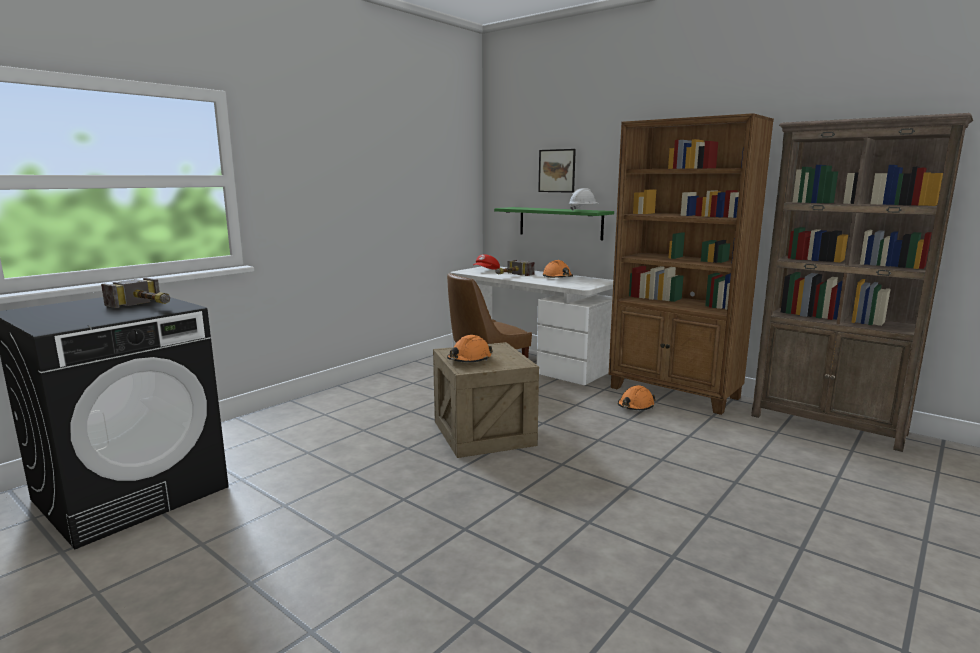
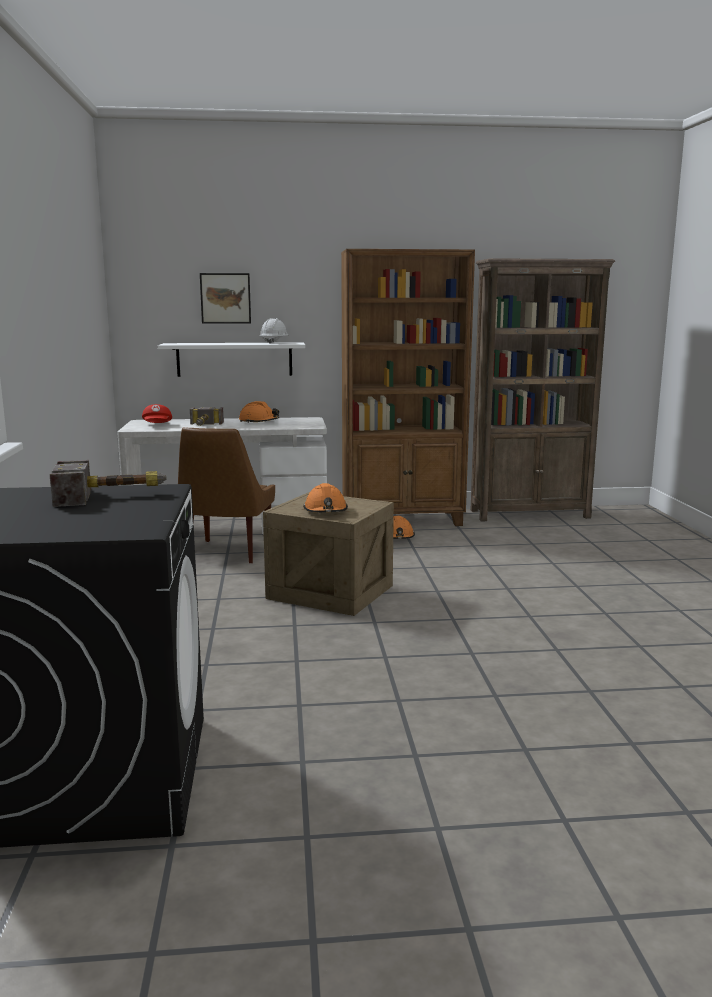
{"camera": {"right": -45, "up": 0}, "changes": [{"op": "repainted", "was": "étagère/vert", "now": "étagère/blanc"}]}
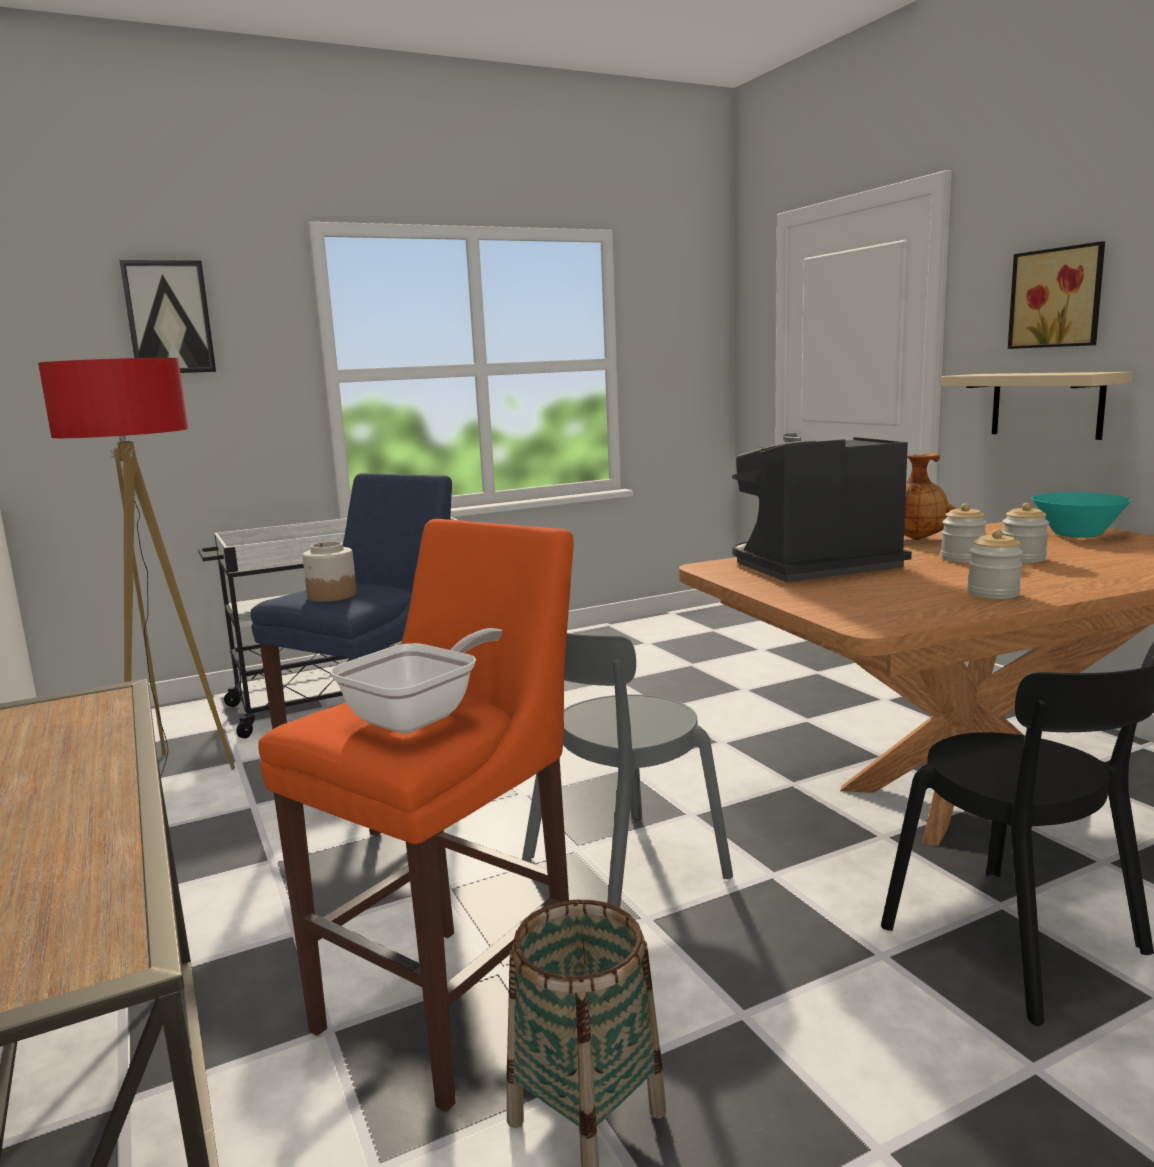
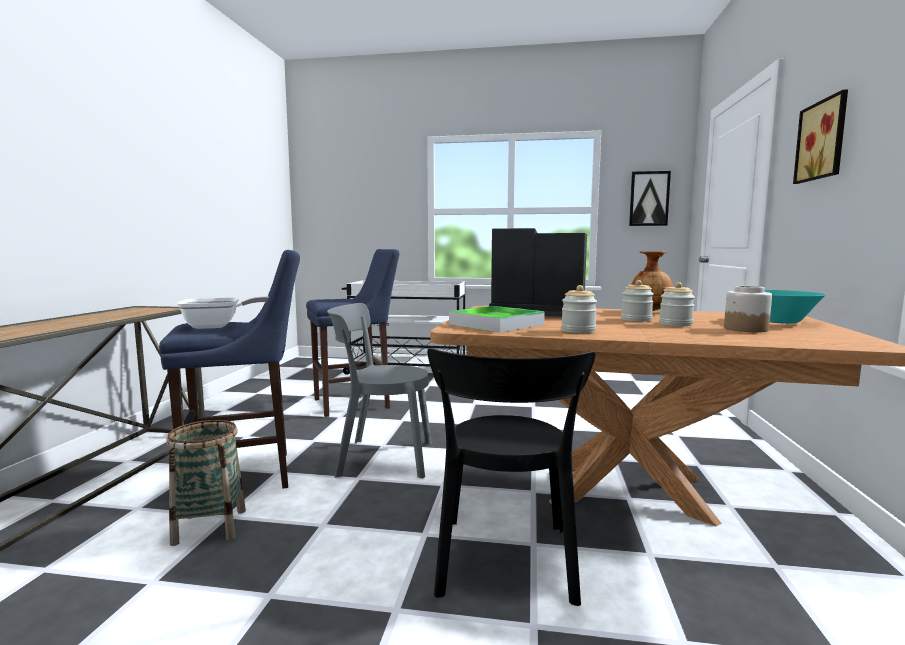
{"camera": {"right": 35, "up": -5}, "changes": [{"op": "gone", "was": "lampadaire"}, {"op": "gone", "was": "étagère/beige"}, {"op": "new", "now": "plateau"}, {"op": "shifted", "was": "tableau (no. 1 from left)"}, {"op": "shifted", "was": "bocal (no. 1 from left in the first image)", "now": "bocal (no. 4 from left)"}, {"op": "repainted", "was": "tabouret/orange", "now": "tabouret/bleu (no. 1 from left)"}]}
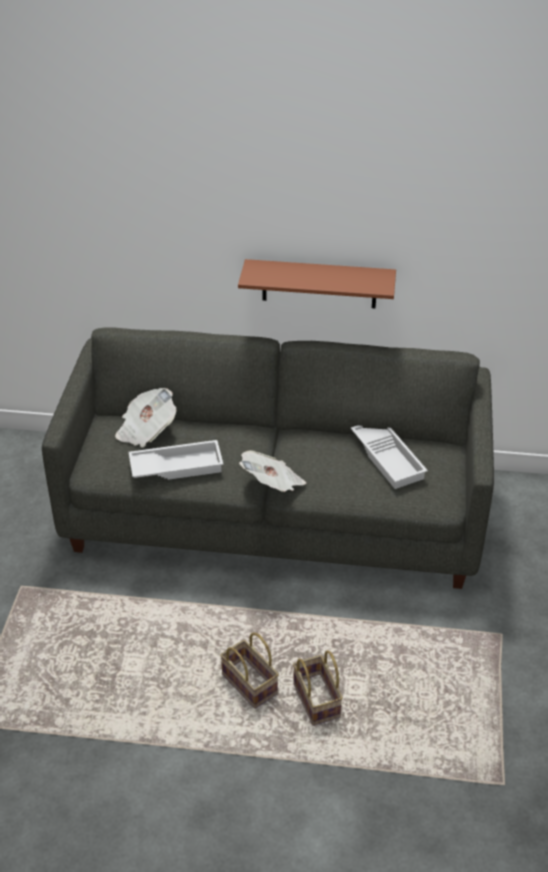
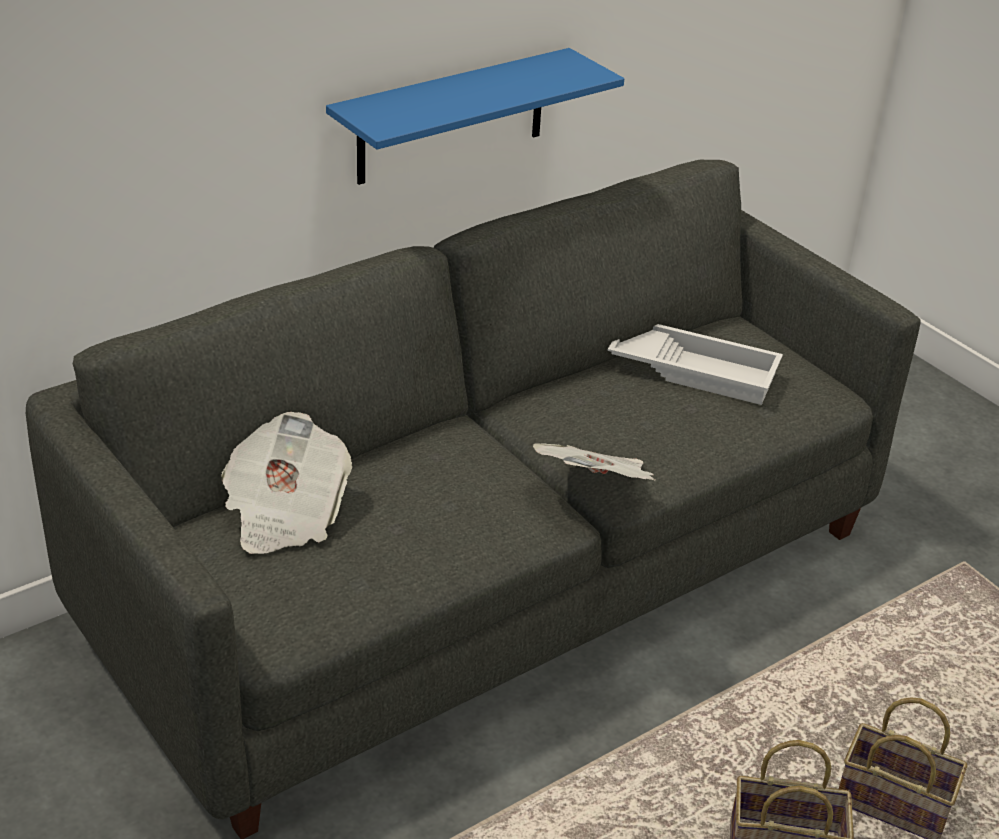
{"camera": {"right": -45, "up": -5}, "changes": [{"op": "gone", "was": "plateau/blanc (no. 1 from left)"}, {"op": "repainted", "was": "étagère/marron", "now": "étagère/bleu"}]}
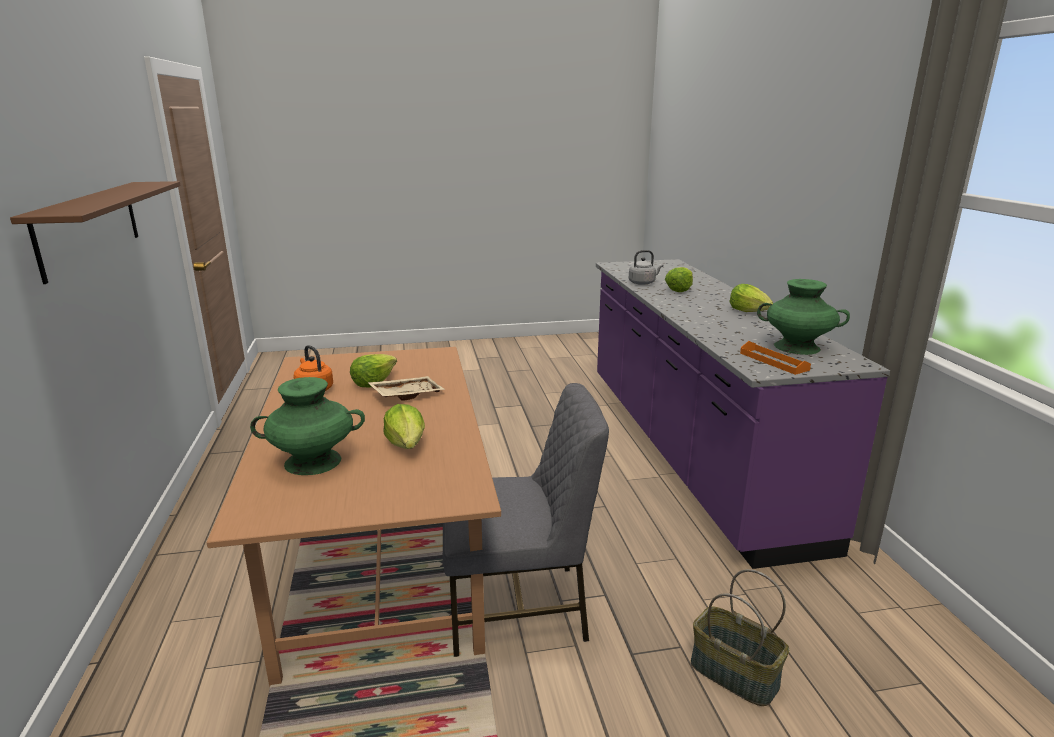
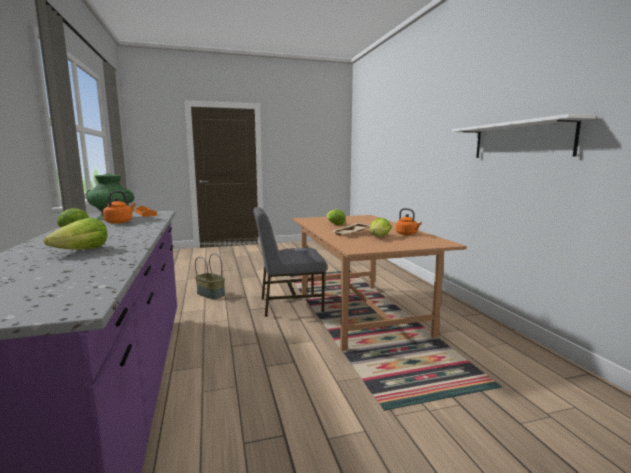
{"camera": {"right": 175, "up": -10}, "changes": [{"op": "gone", "was": "vase/vert (no. 1 from left)"}, {"op": "gone", "was": "bouilloire/gris"}, {"op": "new", "now": "bouilloire/orange (no. 1 from left)"}, {"op": "repainted", "was": "étagère/marron", "now": "étagère/blanc"}]}
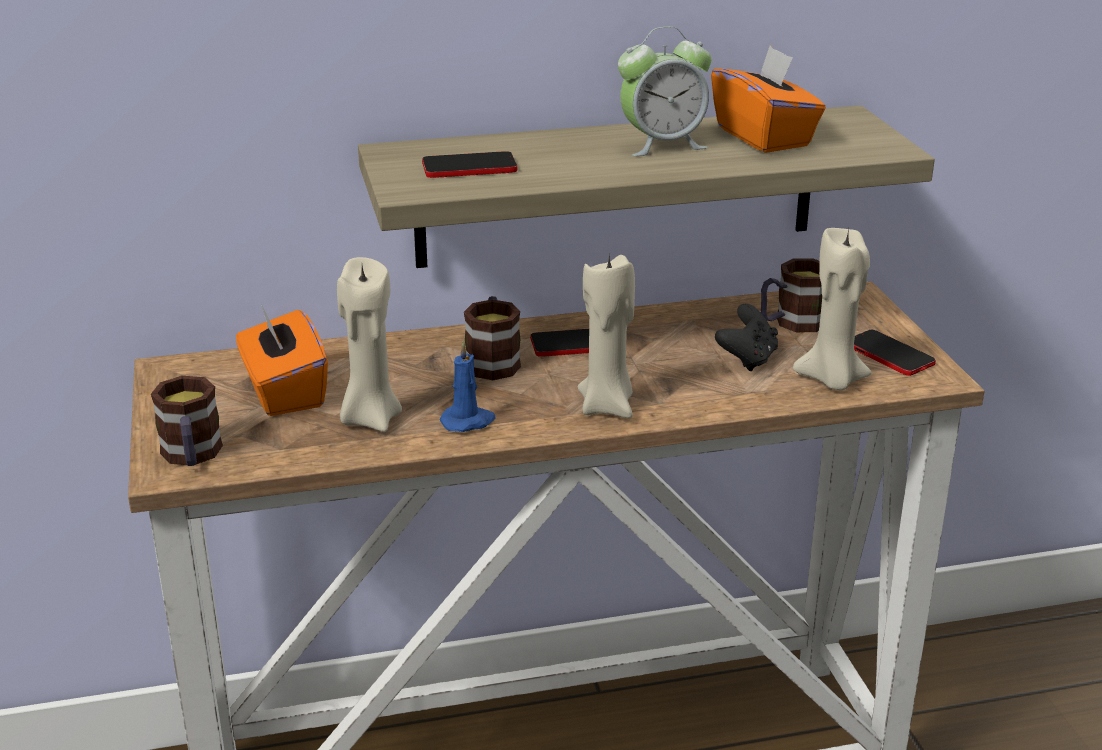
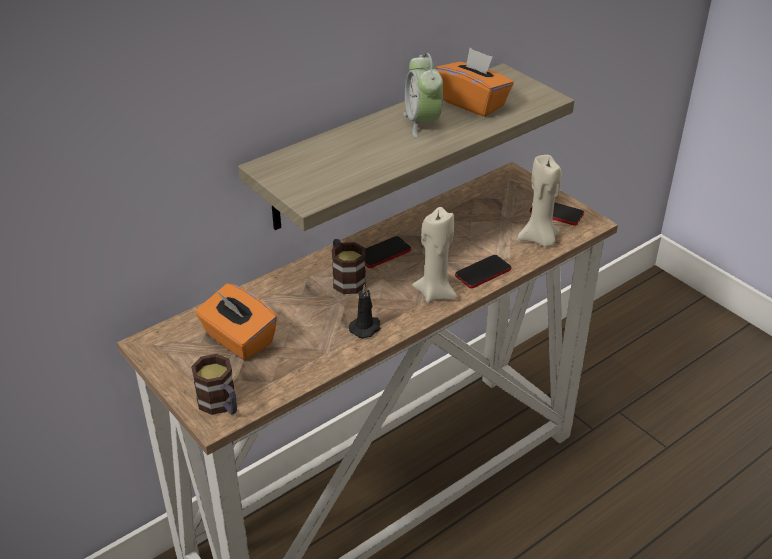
{"camera": {"right": -25, "up": 10}, "changes": [{"op": "gone", "was": "bougie/beige (no. 1 from left)"}, {"op": "gone", "was": "manette/noir"}, {"op": "gone", "was": "mug (no. 3 from left)"}, {"op": "shifted", "was": "téléphone (no. 1 from left in the first image)", "now": "téléphone (no. 2 from left)"}, {"op": "repainted", "was": "bougie/bleu", "now": "bougie/noir"}, {"op": "rotated", "was": "réveil", "clockwise": 120}]}
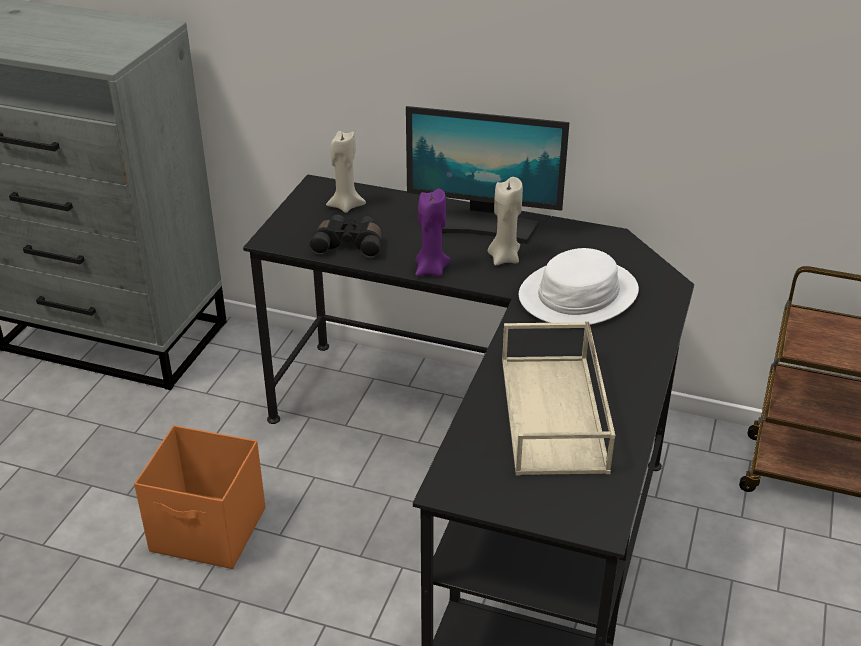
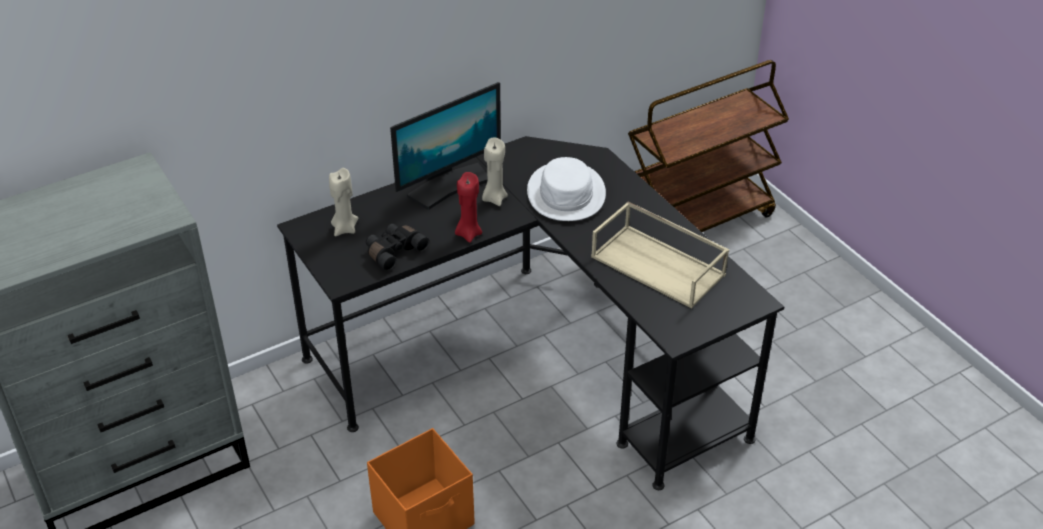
{"camera": {"right": -50, "up": 5}, "changes": [{"op": "repainted", "was": "bougie/violet", "now": "bougie/rouge"}]}
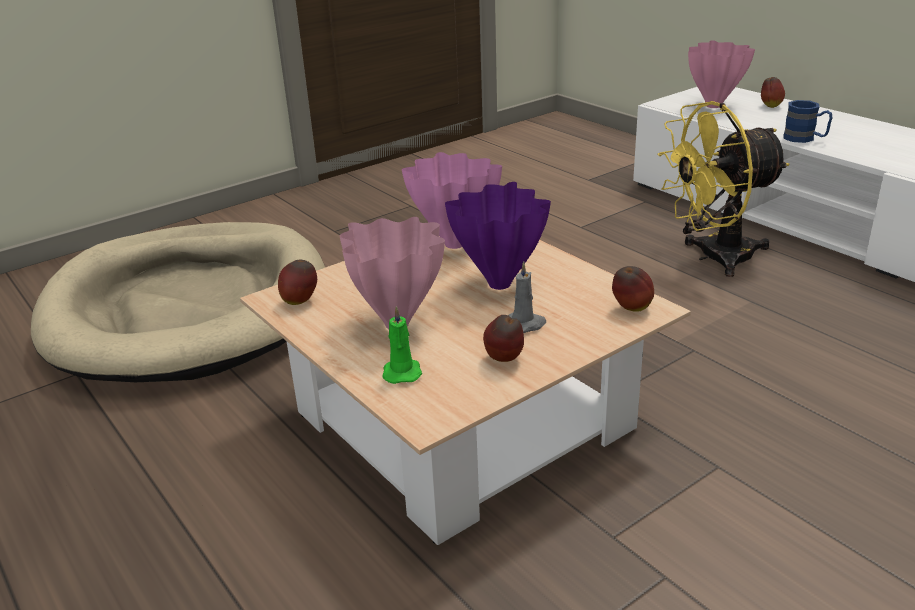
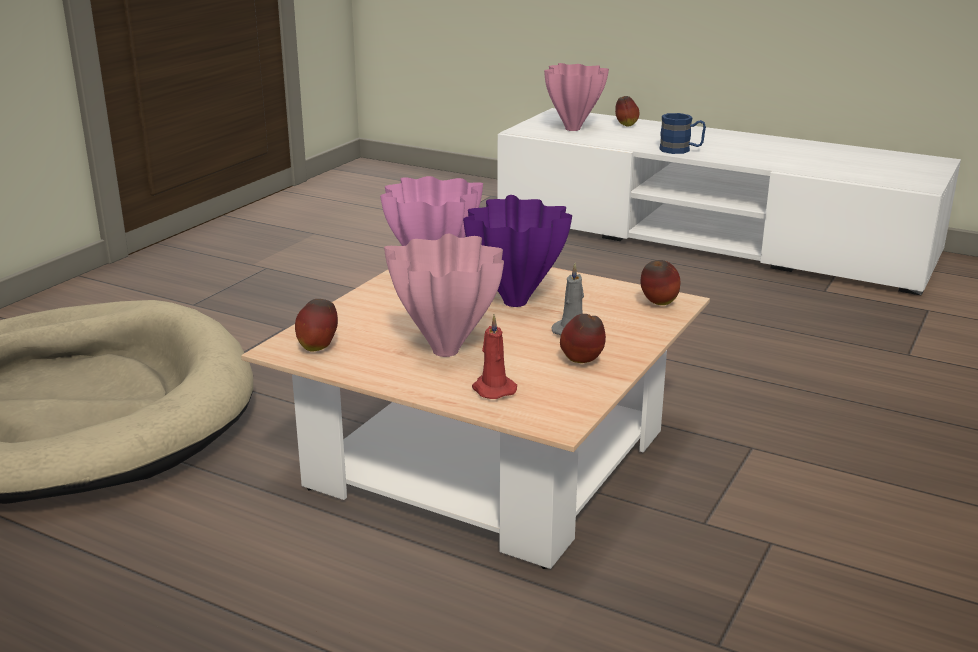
{"camera": {"right": -25, "up": -5}, "changes": [{"op": "gone", "was": "ventilateur/jaune"}, {"op": "repainted", "was": "bougie/vert", "now": "bougie/rouge"}]}
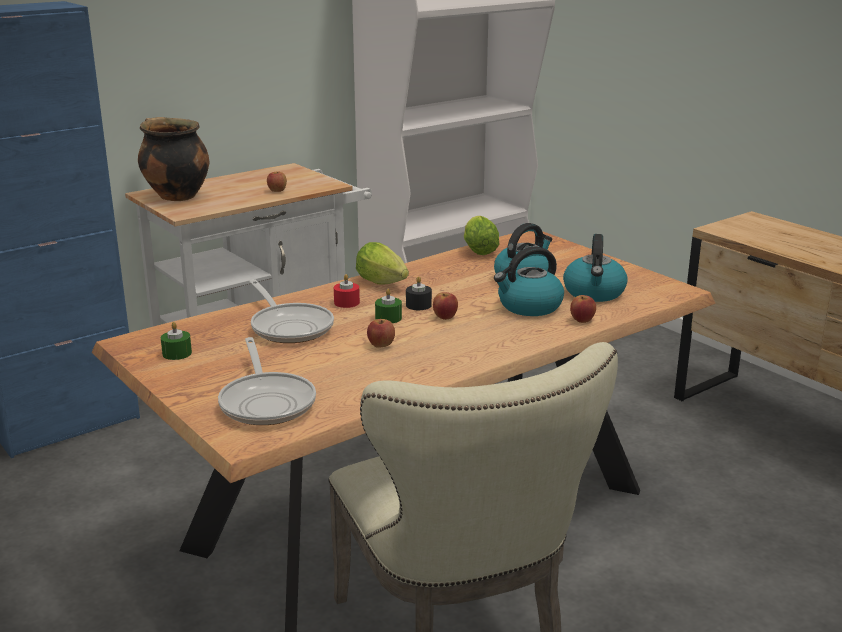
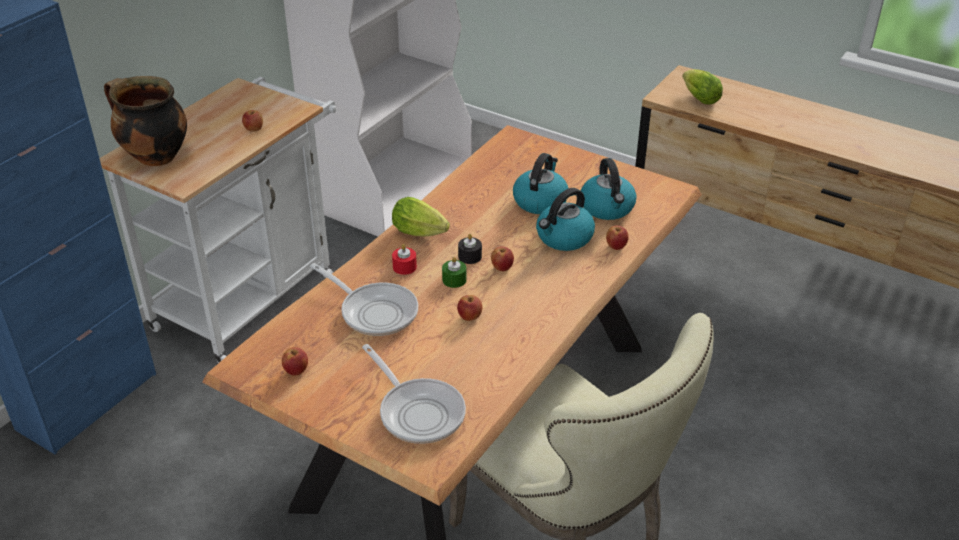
{"camera": {"right": -20, "up": 15}, "changes": [{"op": "shifted", "was": "laitue (no. 2 from left)"}, {"op": "swapped", "was": "bougie/vert (no. 1 from left)", "now": "pomme (no. 2 from left)"}]}
